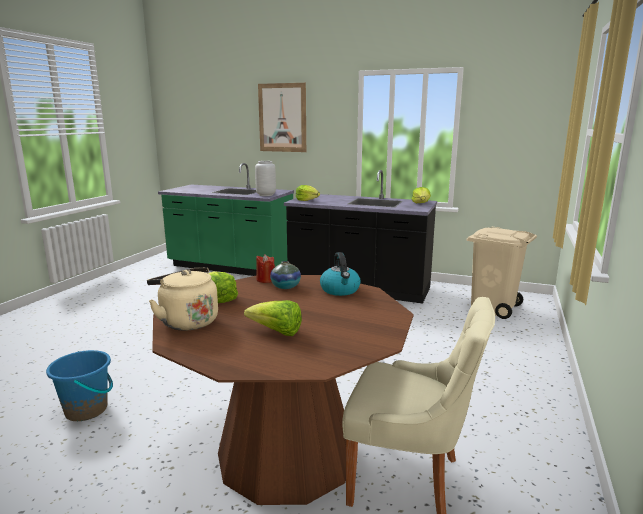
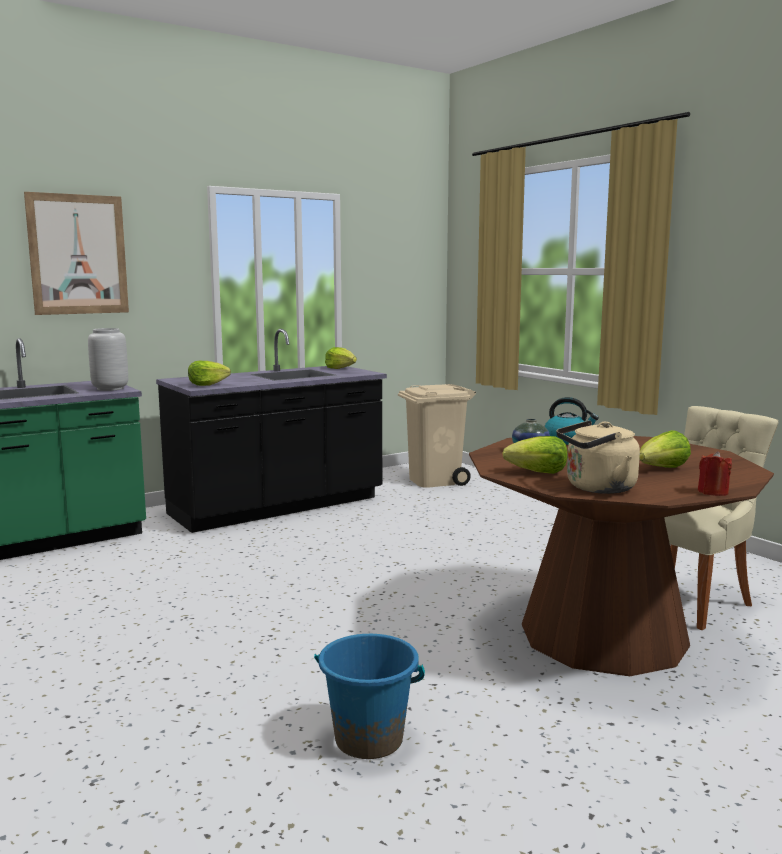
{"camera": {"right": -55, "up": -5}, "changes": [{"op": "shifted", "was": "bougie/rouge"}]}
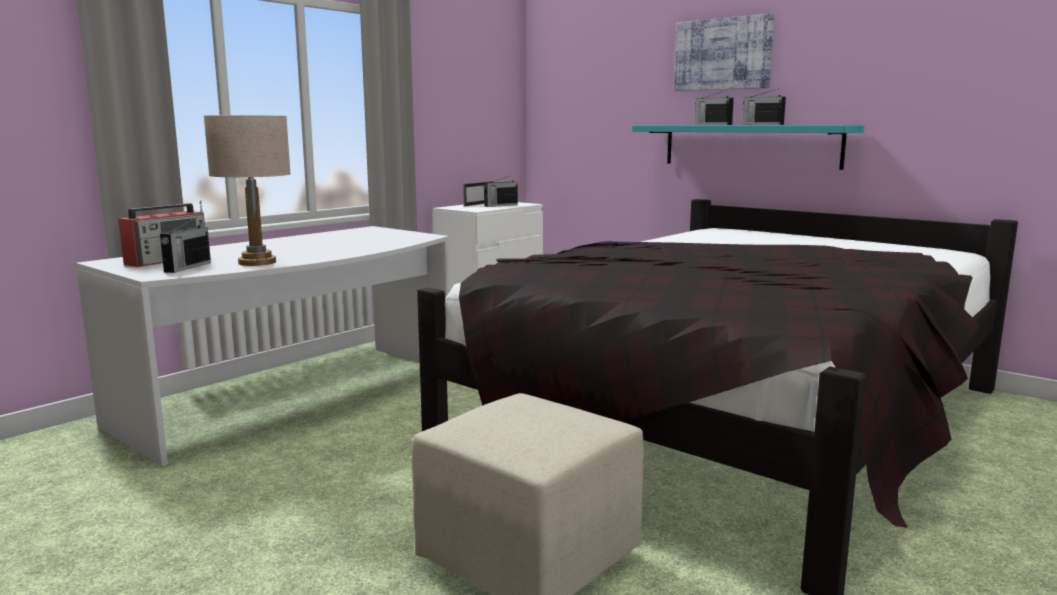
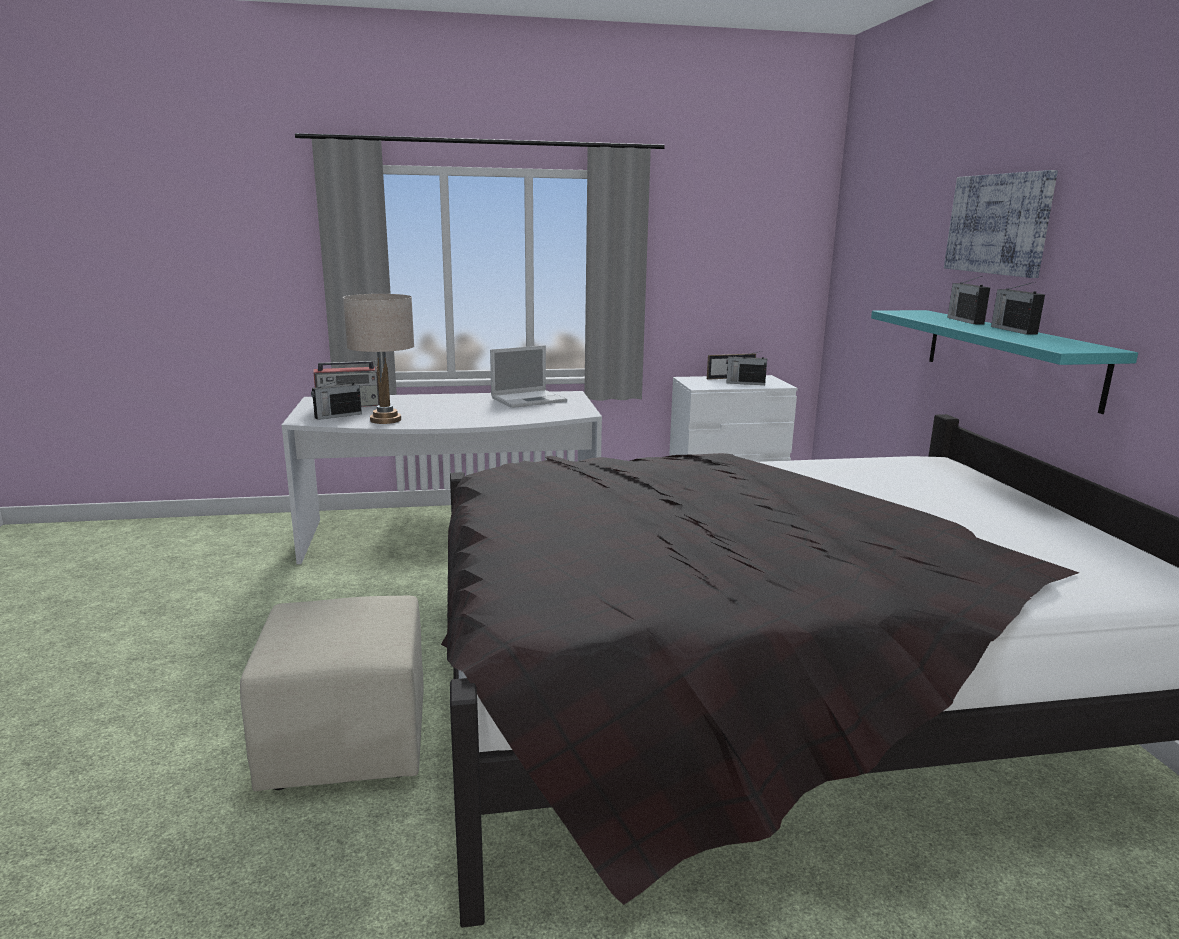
{"camera": {"right": 40, "up": 5}, "changes": [{"op": "new", "now": "ordinateur portable"}]}
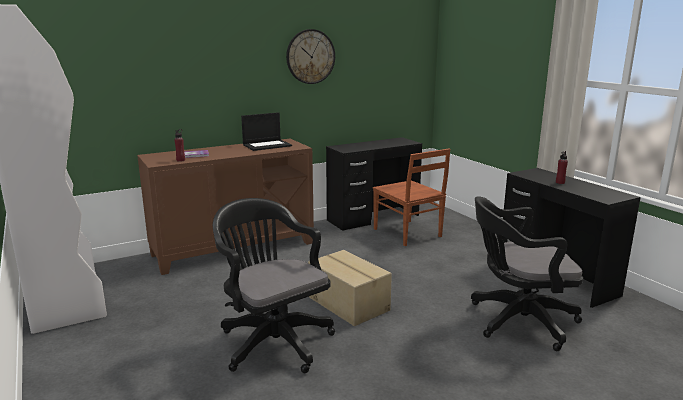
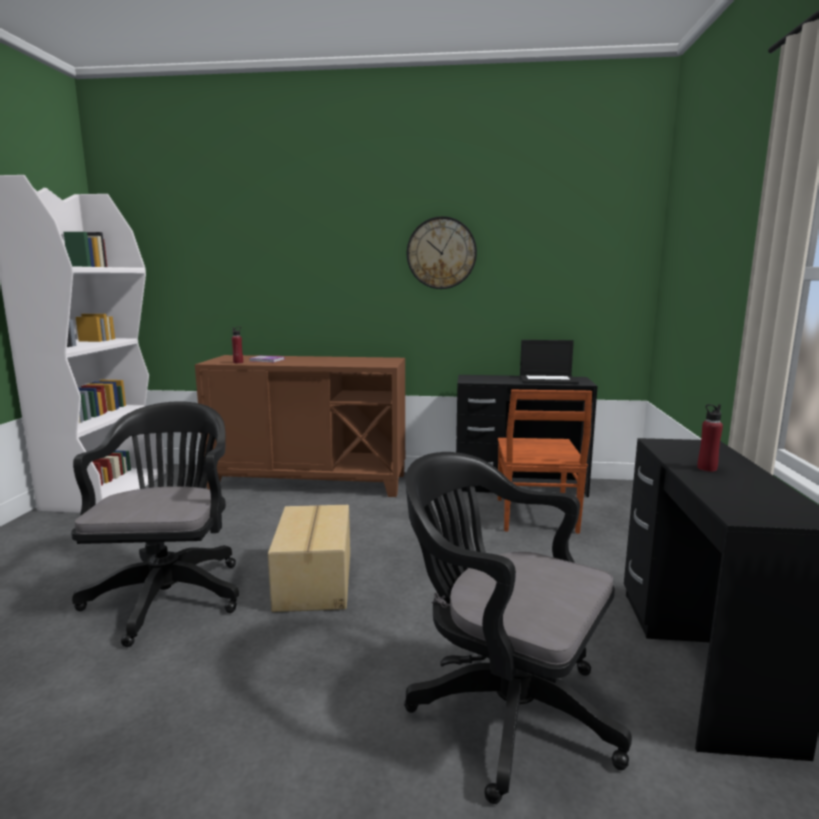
{"camera": {"right": 35, "up": -5}, "changes": [{"op": "shifted", "was": "ordinateur portable"}]}
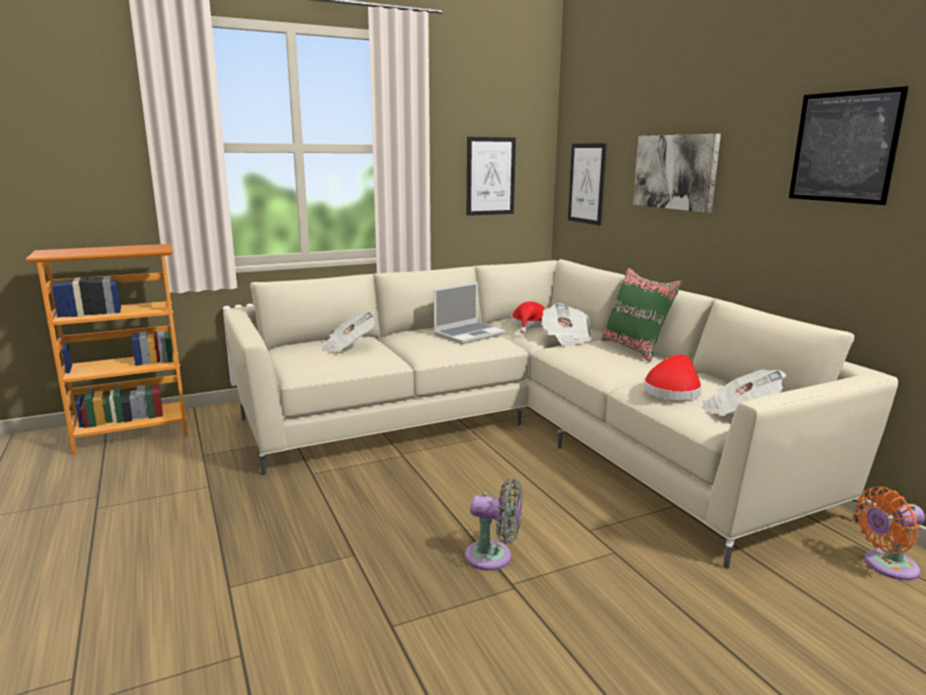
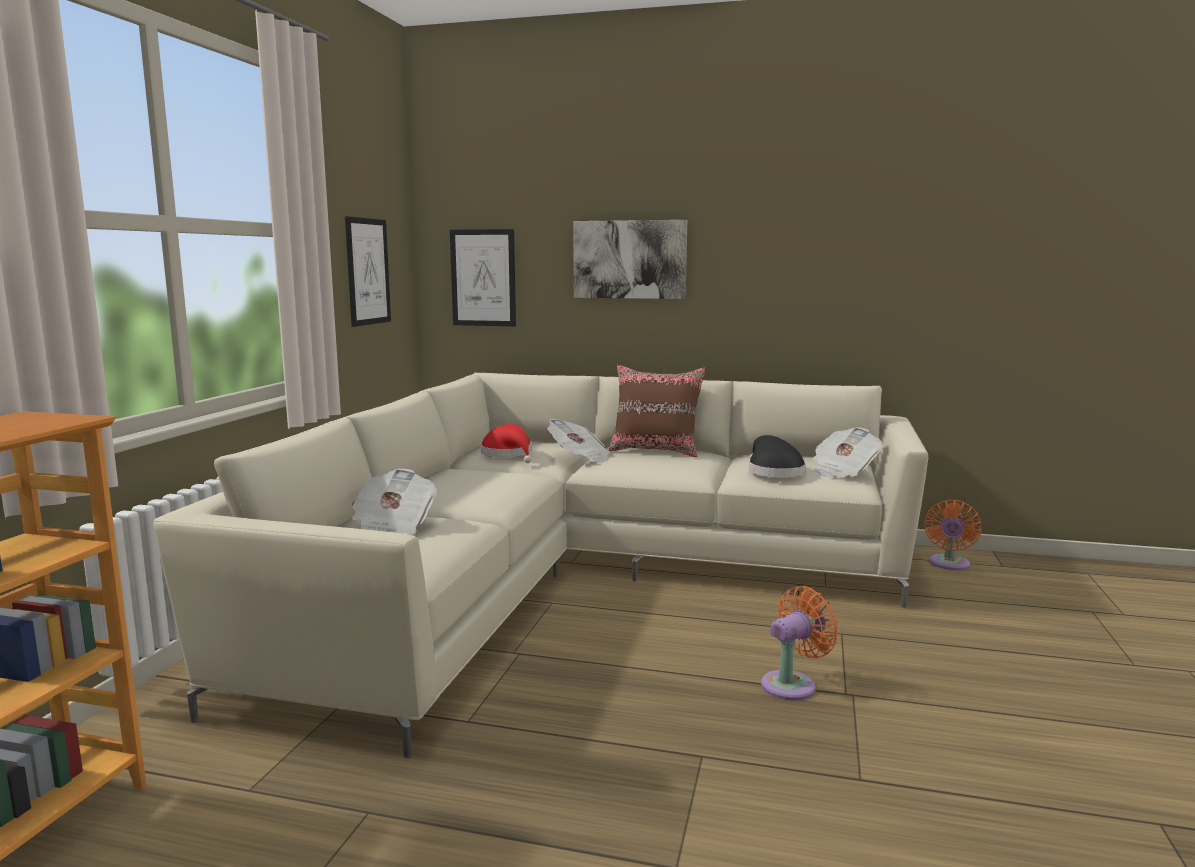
{"camera": {"right": -50, "up": -5}, "changes": [{"op": "gone", "was": "ordinateur portable"}, {"op": "gone", "was": "tableau (no. 4 from left)"}, {"op": "repainted", "was": "ventilateur/gris", "now": "ventilateur/orange (no. 1 from left)"}, {"op": "repainted", "was": "coussin/vert", "now": "coussin/marron"}, {"op": "repainted", "was": "chapeau/rouge (no. 2 from left)", "now": "chapeau/noir"}]}
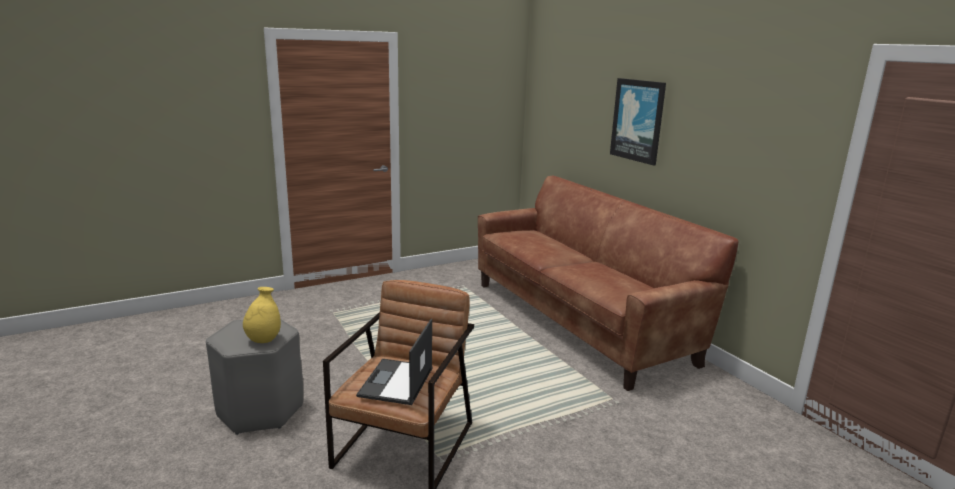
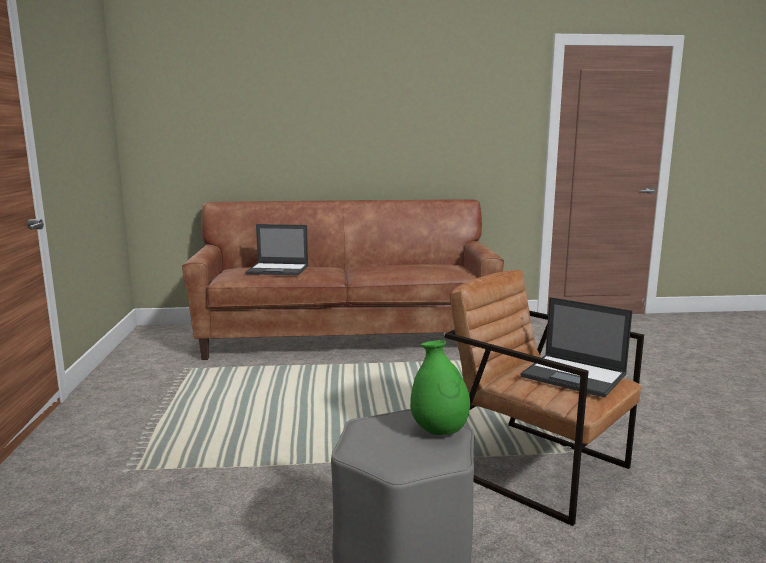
{"camera": {"right": -65, "up": -5}, "changes": [{"op": "gone", "was": "tableau"}, {"op": "new", "now": "ordinateur portable (no. 1 from left)"}, {"op": "repainted", "was": "vase/jaune", "now": "vase/vert"}]}
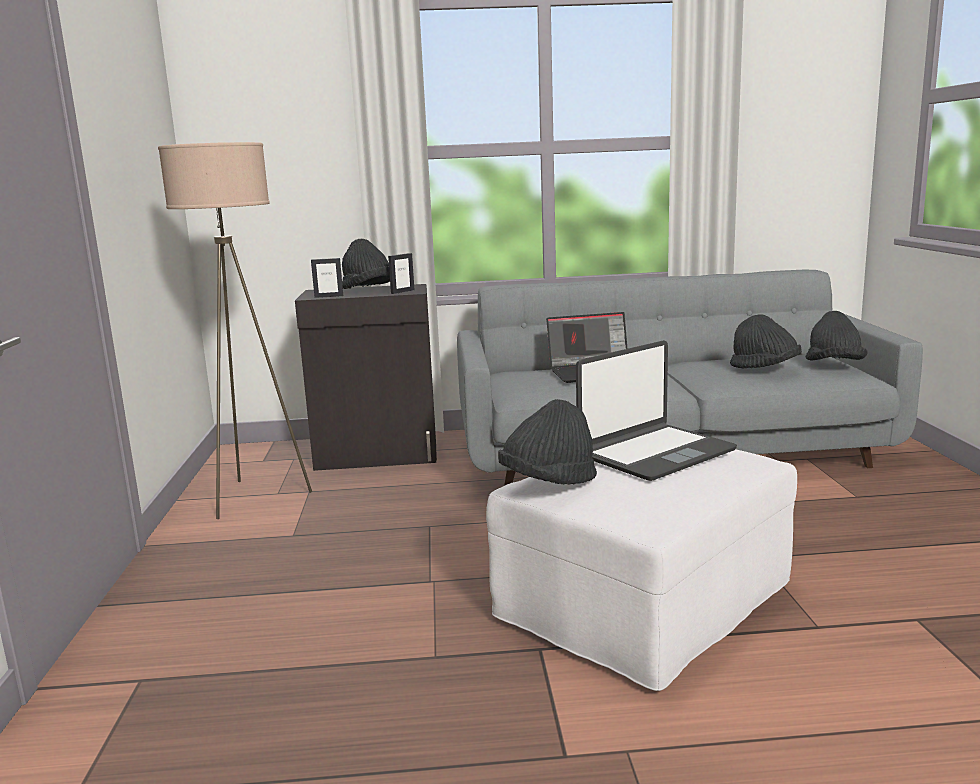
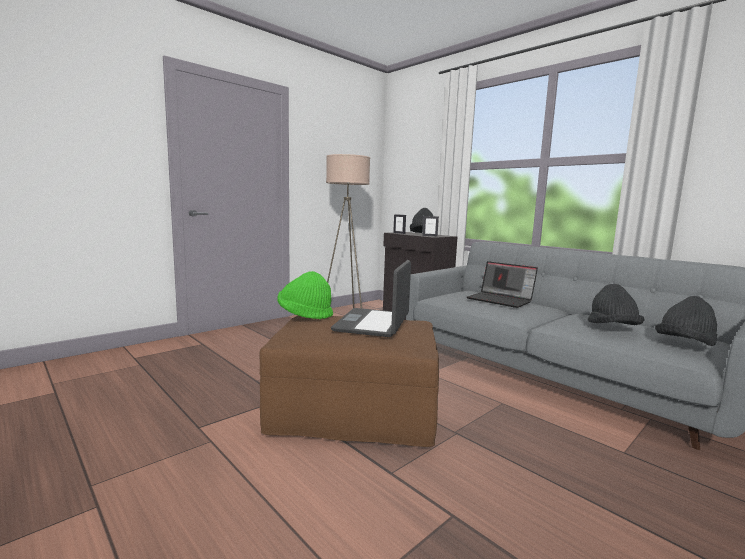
{"camera": {"right": 50, "up": -5}, "changes": [{"op": "repainted", "was": "pouf/blanc", "now": "pouf/marron"}, {"op": "repainted", "was": "chapeau/noir (no. 2 from left)", "now": "chapeau/vert"}, {"op": "rotated", "was": "ordinateur portable (no. 2 from left in the first image)", "clockwise": 90}]}
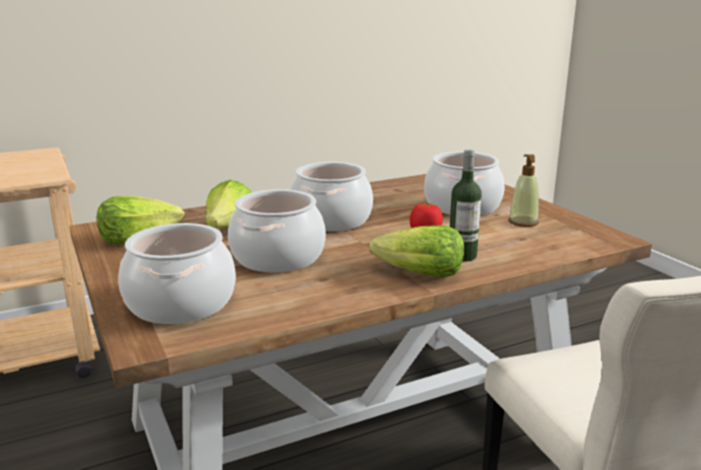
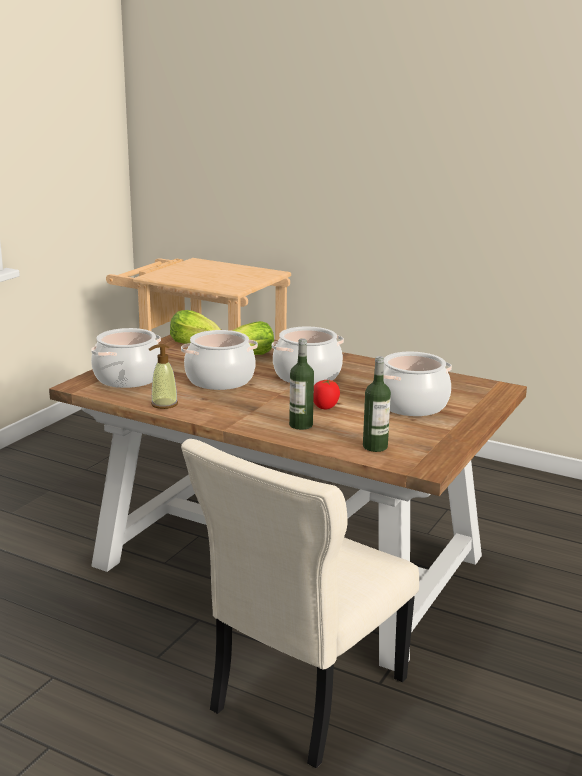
{"camera": {"right": 55, "up": 0}, "changes": [{"op": "gone", "was": "laitue (no. 3 from left)"}, {"op": "new", "now": "bouteille (no. 2 from left)"}, {"op": "shifted", "was": "distributeur de savon"}]}
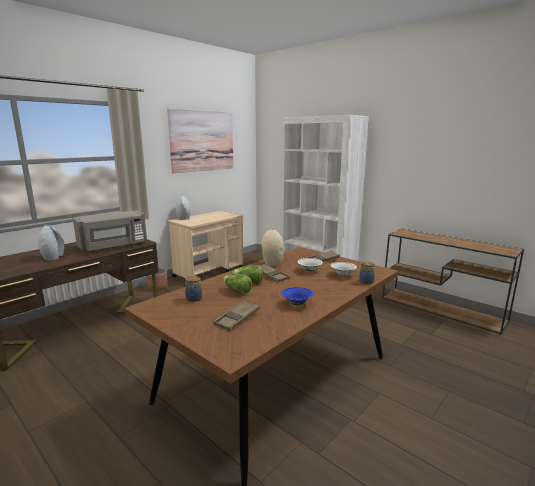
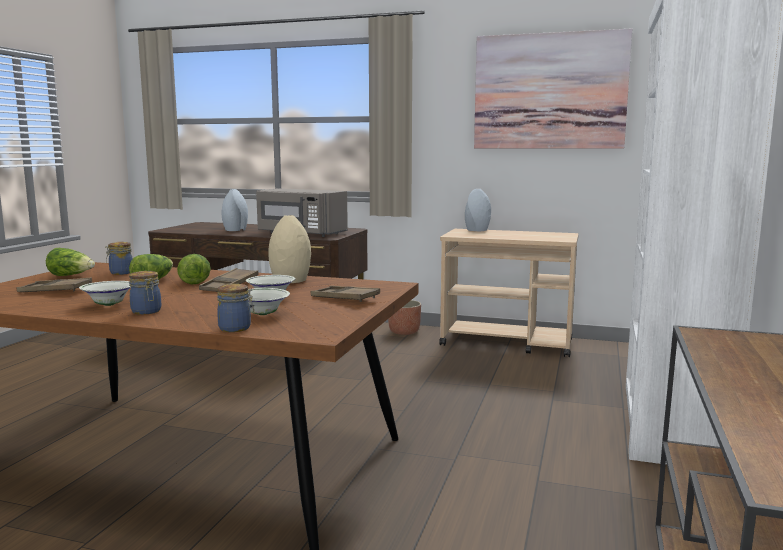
{"camera": {"right": 65, "up": -5}, "changes": [{"op": "new", "now": "laitue (no. 1 from left)"}, {"op": "new", "now": "bocal (no. 2 from left)"}, {"op": "repainted", "was": "bol/bleu", "now": "bol/blanc (no. 1 from left)"}]}
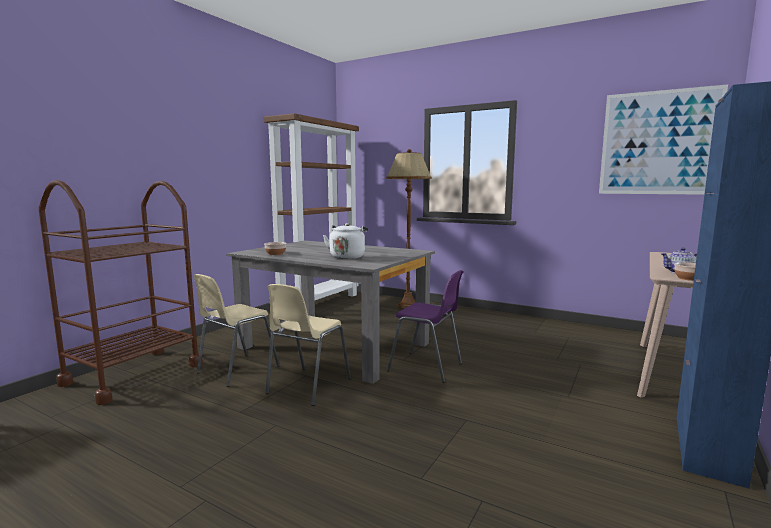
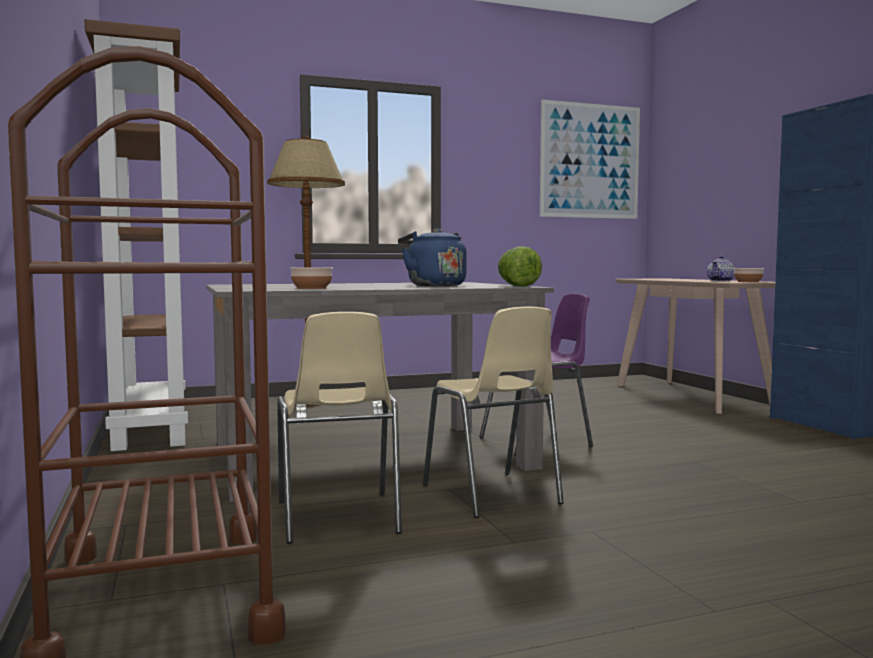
{"camera": {"right": -50, "up": -5}, "changes": [{"op": "new", "now": "laitue"}, {"op": "repainted", "was": "bouilloire/blanc", "now": "bouilloire/bleu"}]}
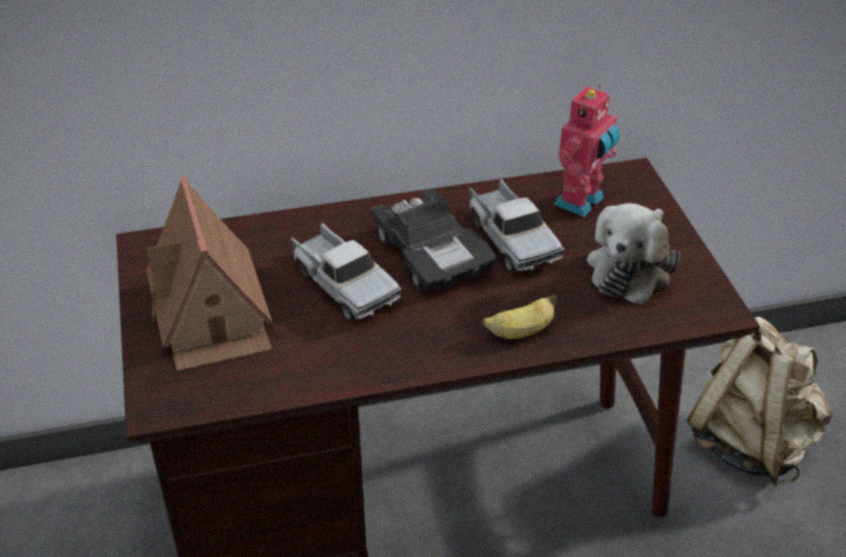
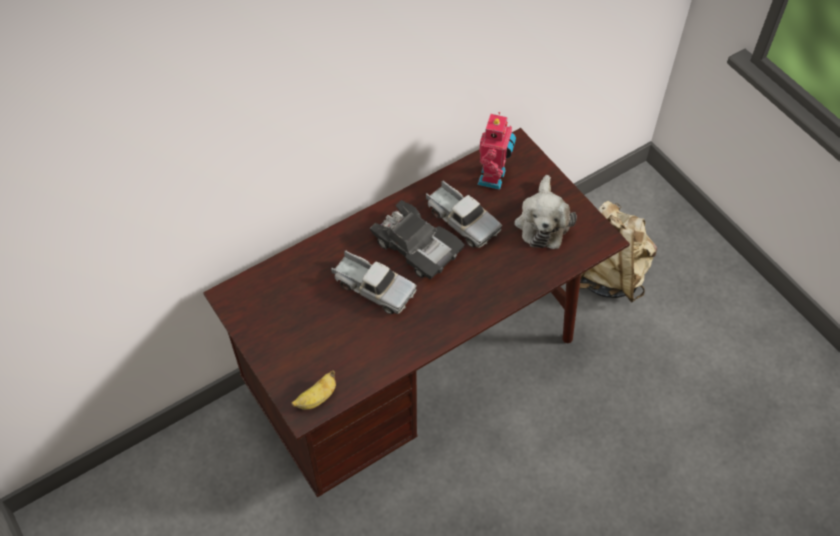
{"camera": {"right": -20, "up": 15}, "changes": [{"op": "gone", "was": "maison miniature"}, {"op": "shifted", "was": "banane"}]}
